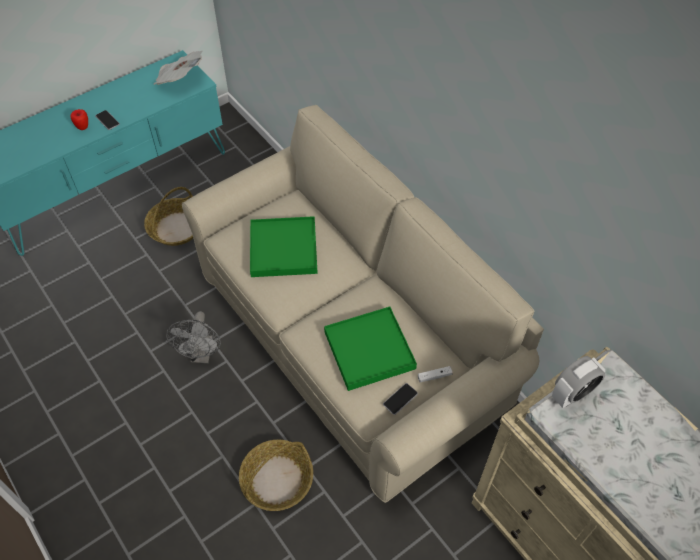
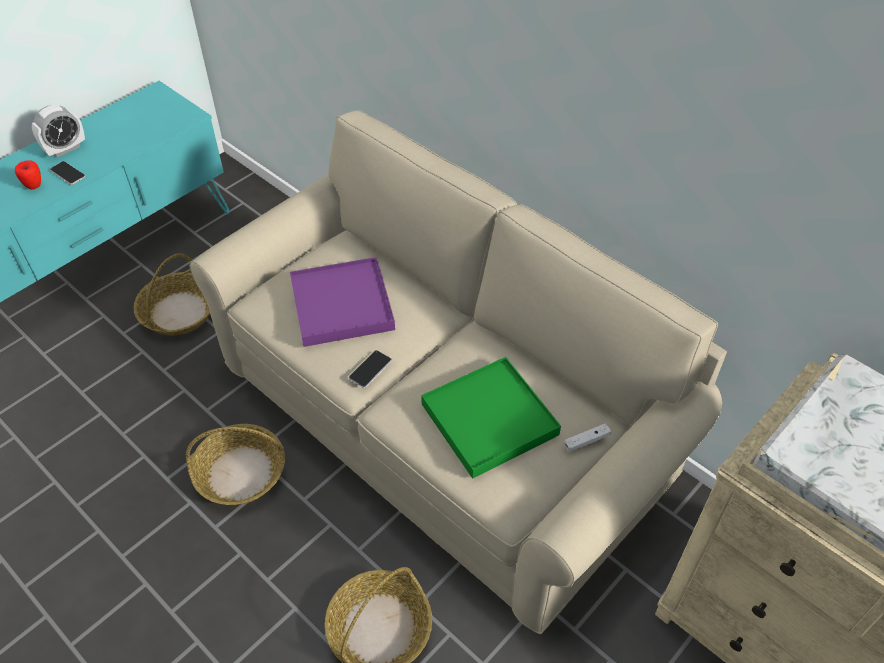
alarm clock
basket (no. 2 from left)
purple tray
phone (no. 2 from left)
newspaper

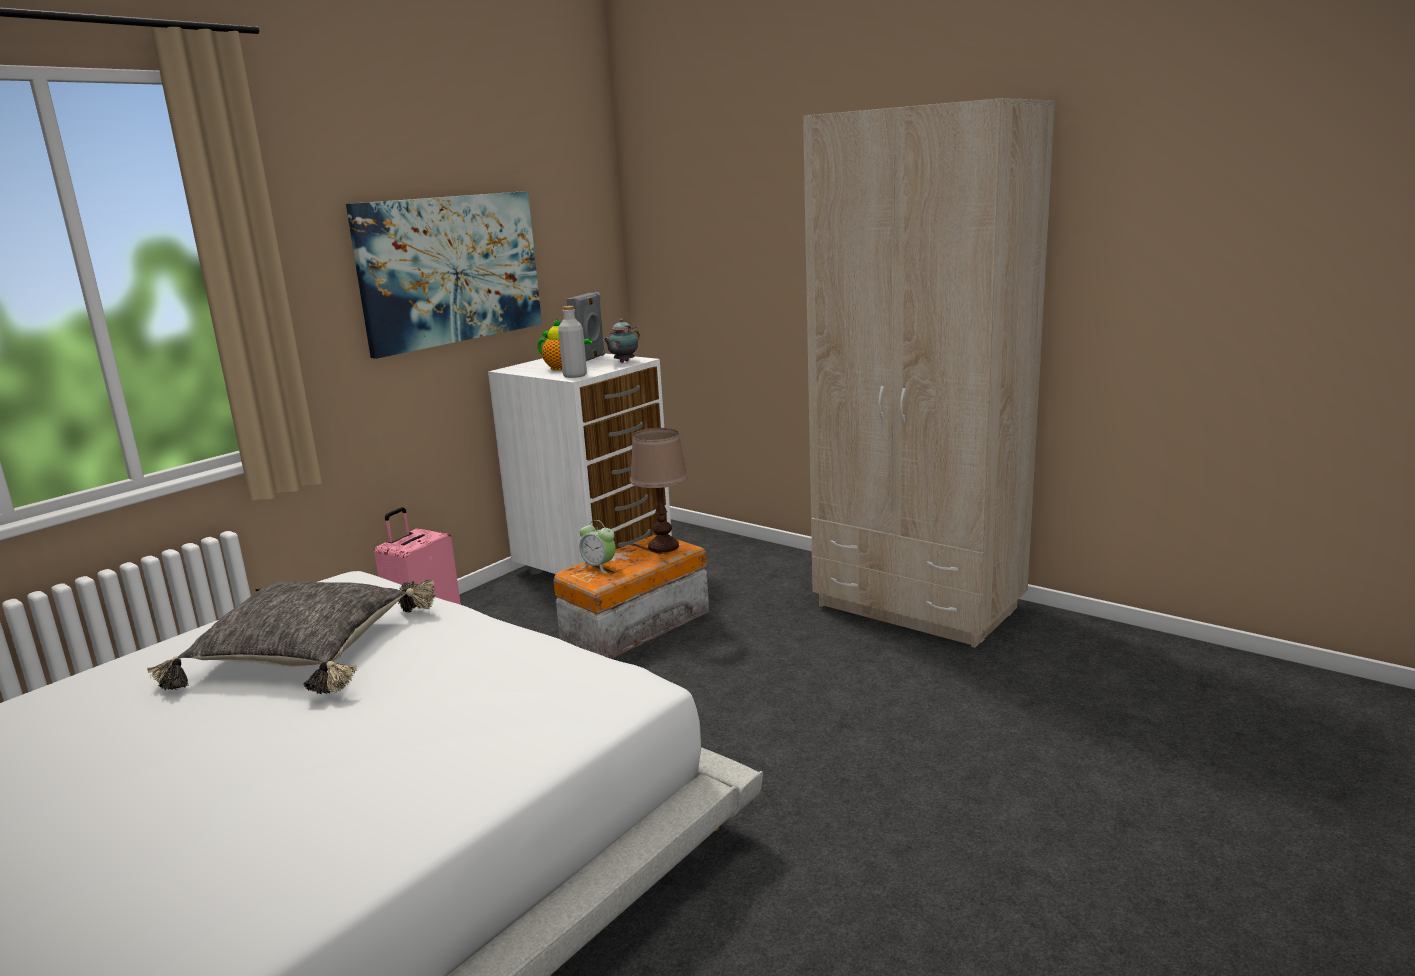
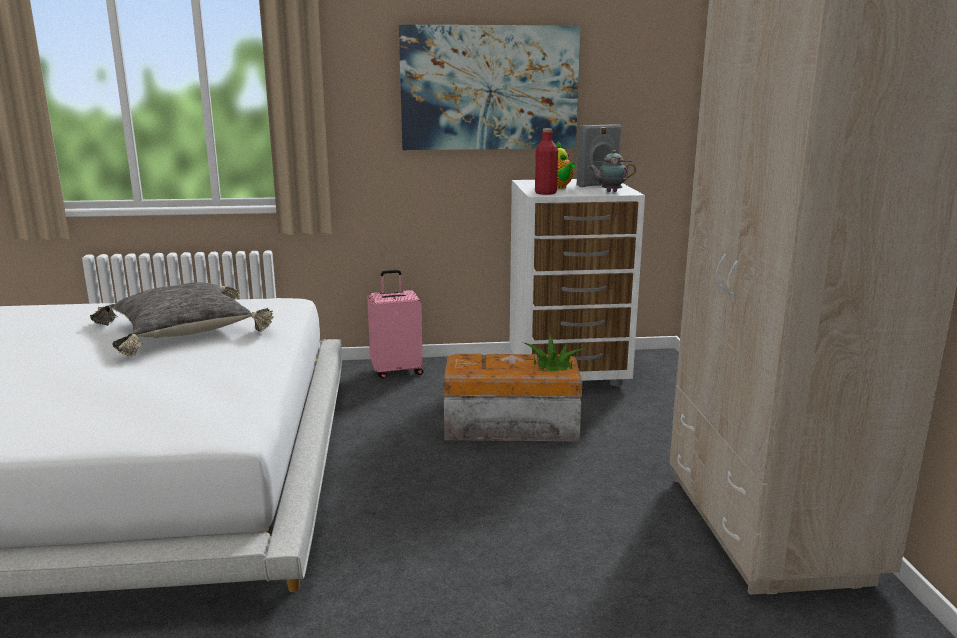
potted plant
red bottle
alarm clock

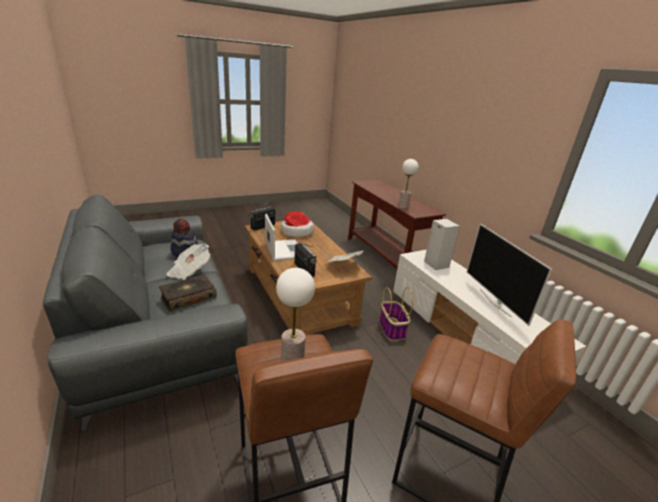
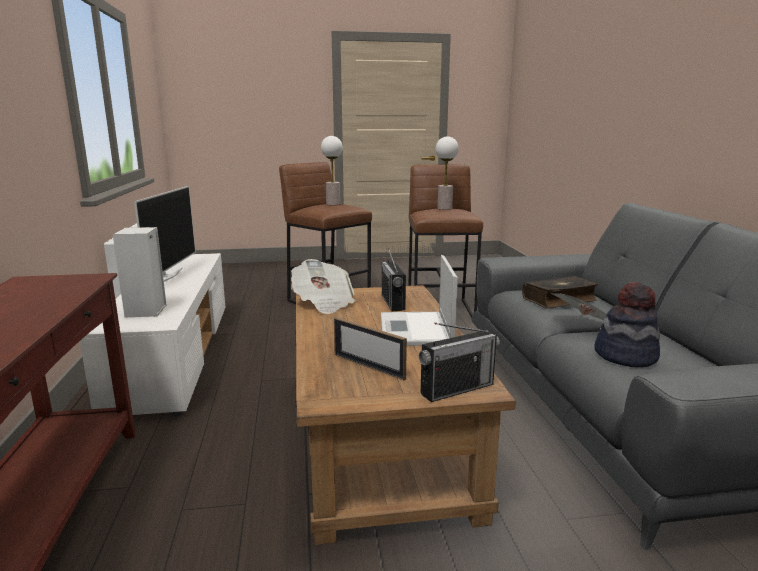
table lamp (no. 1 from left)
picture frame
basket

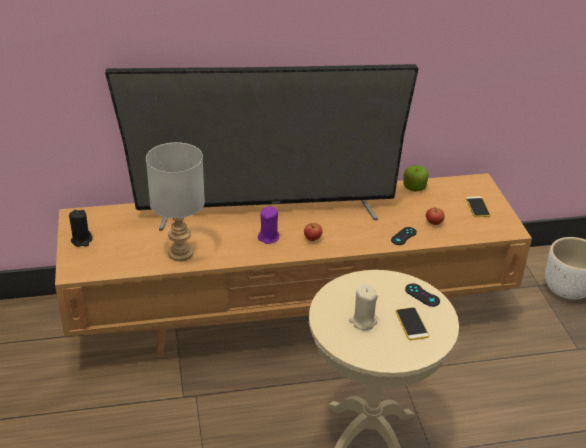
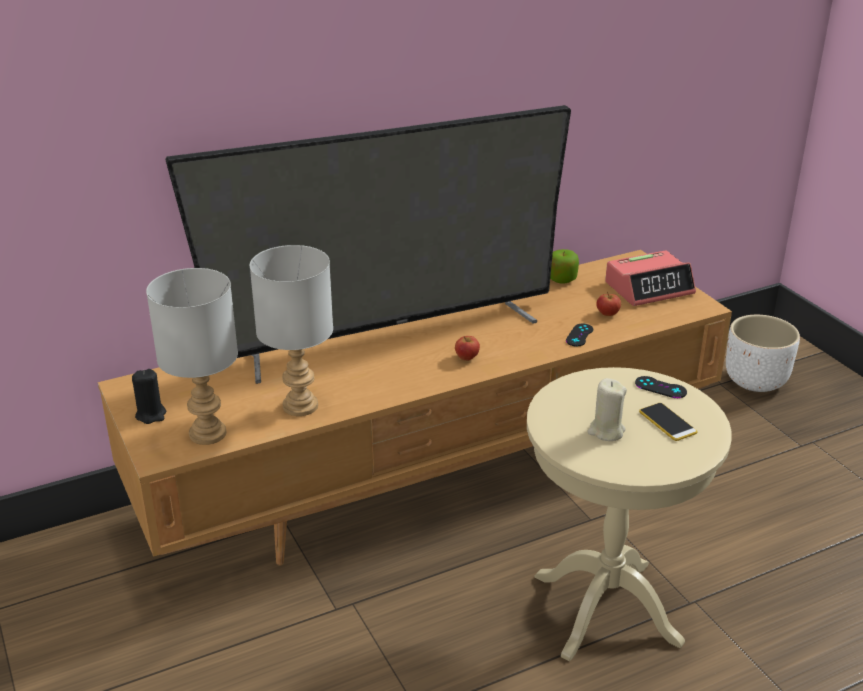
grey table lamp (no. 1 from left)
alarm clock
purple candle

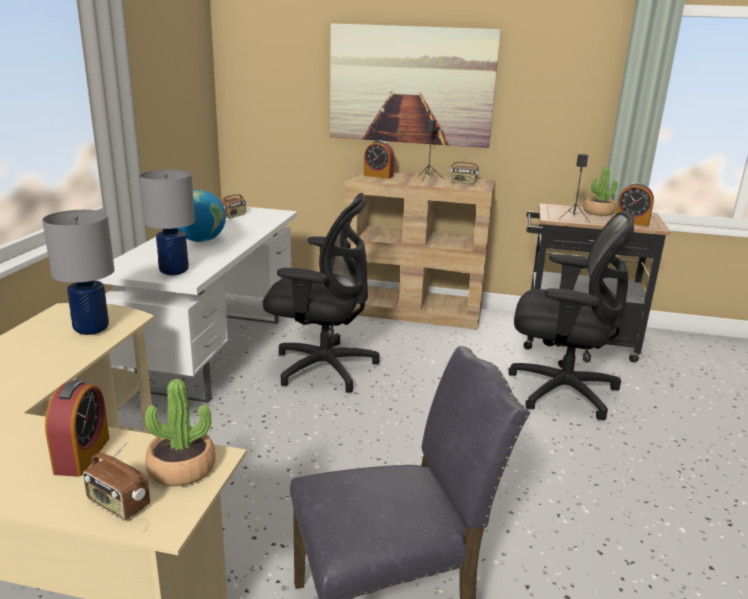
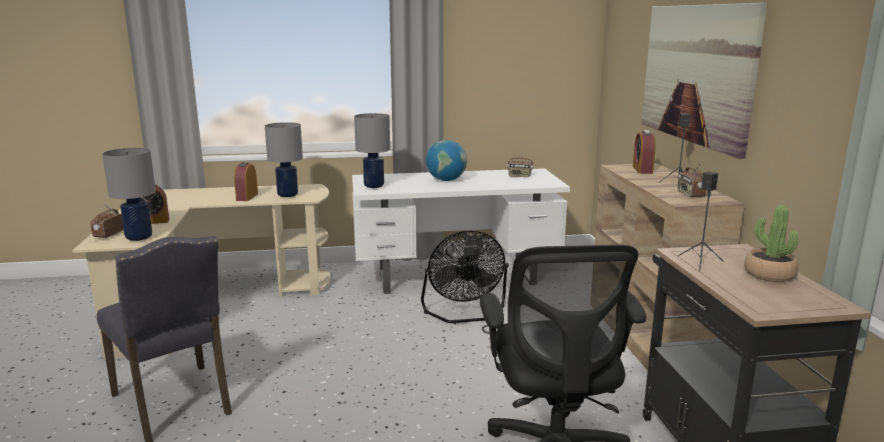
grey table lamp (no. 1 from left)
alarm clock (no. 2 from left)
black fan

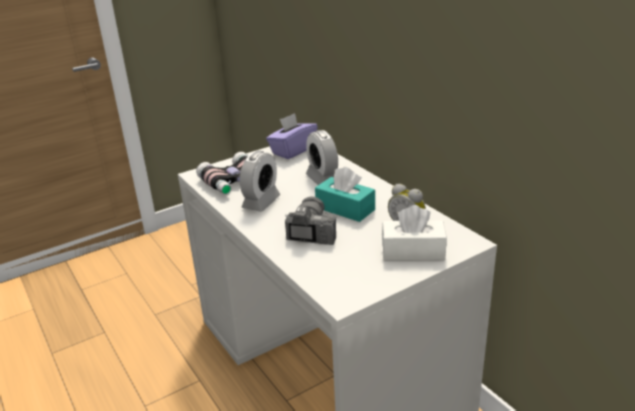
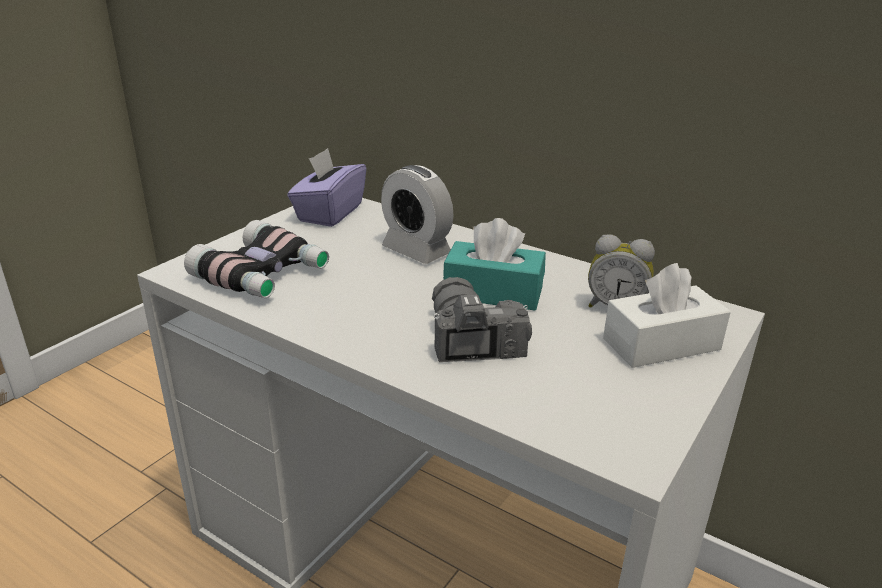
alarm clock (no. 1 from left in the first image)

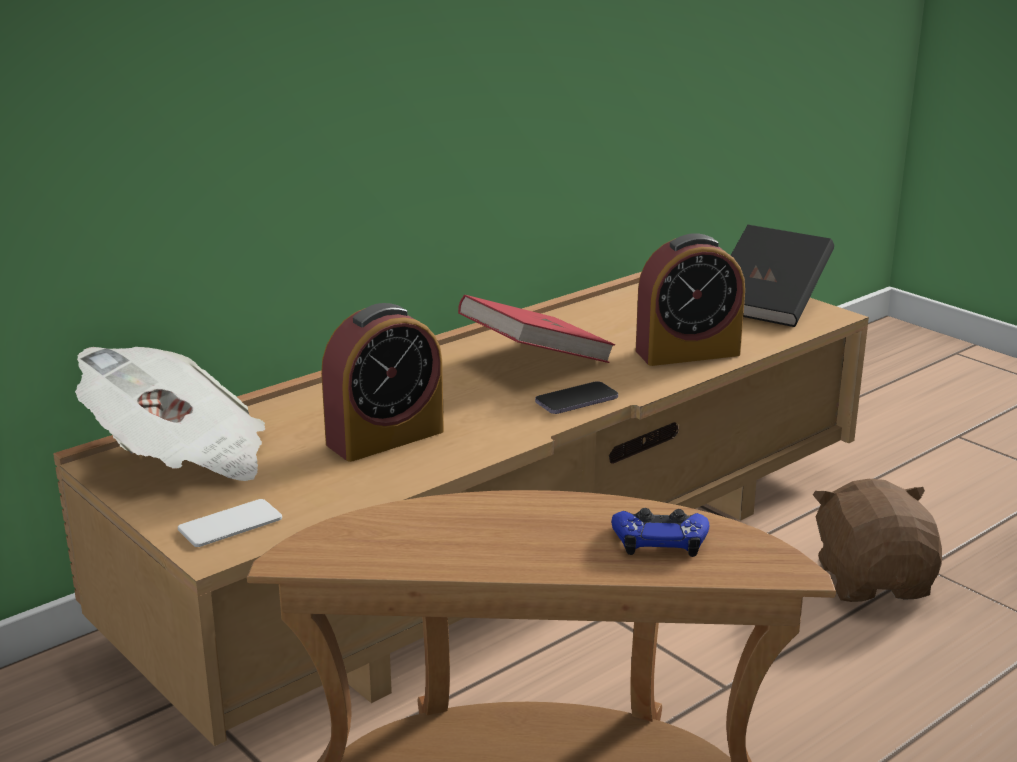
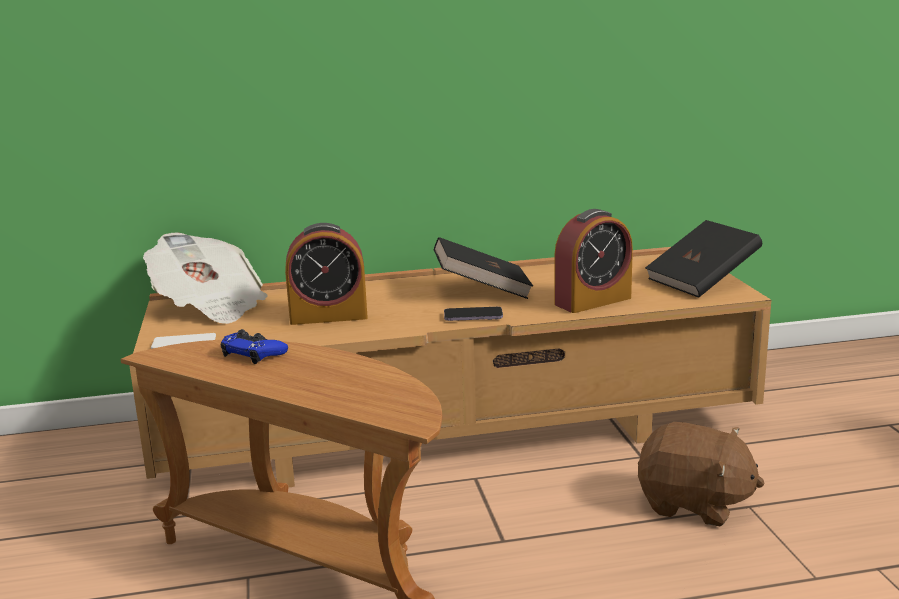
blue game controller
black book (no. 1 from left)
alarm clock (no. 2 from left)
brown plush toy

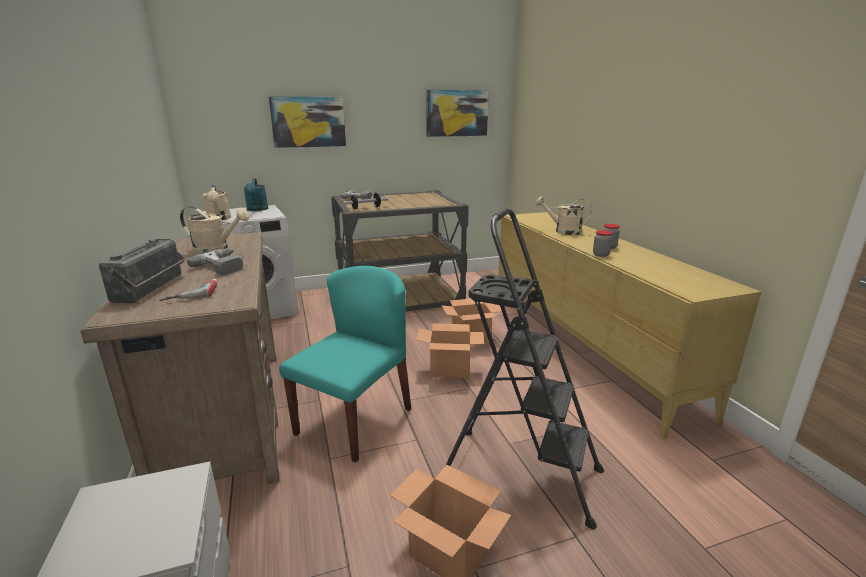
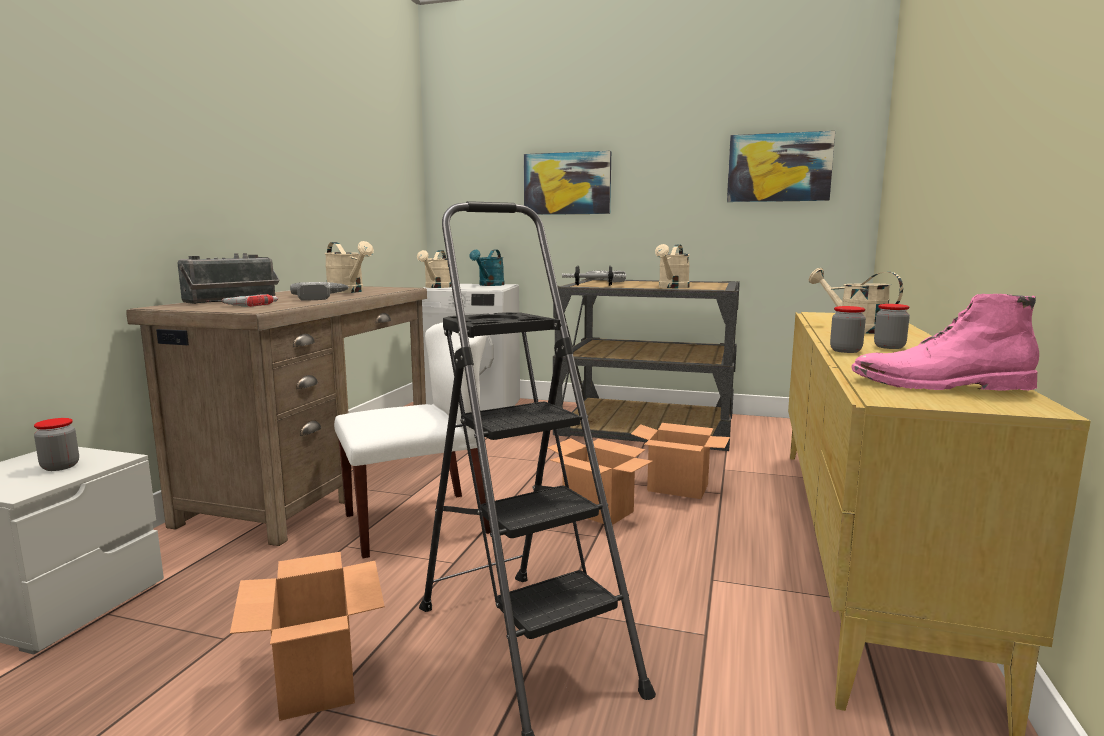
jar (no. 1 from left)
white chair
beige watering can (no. 3 from left)
pink boot

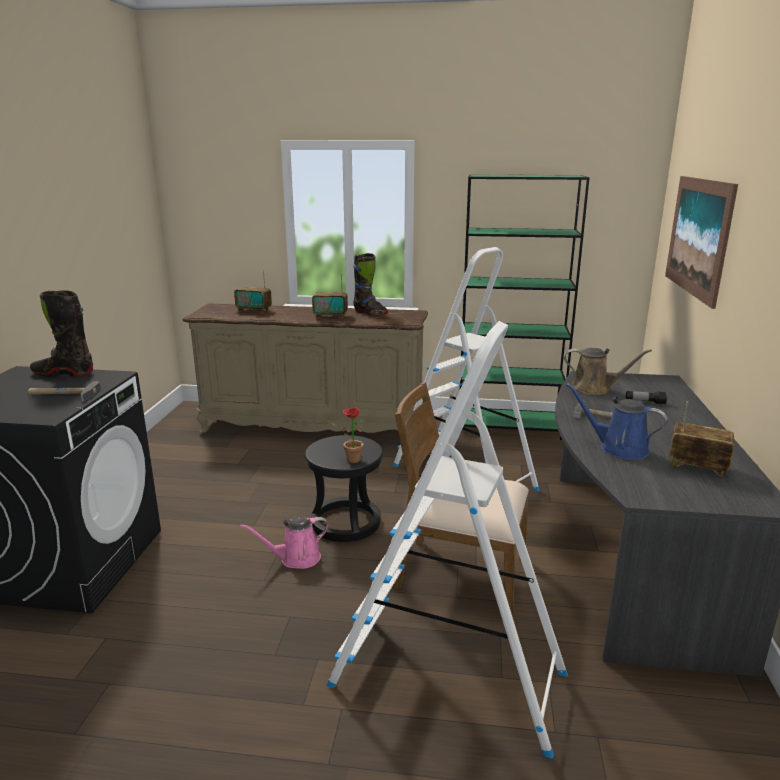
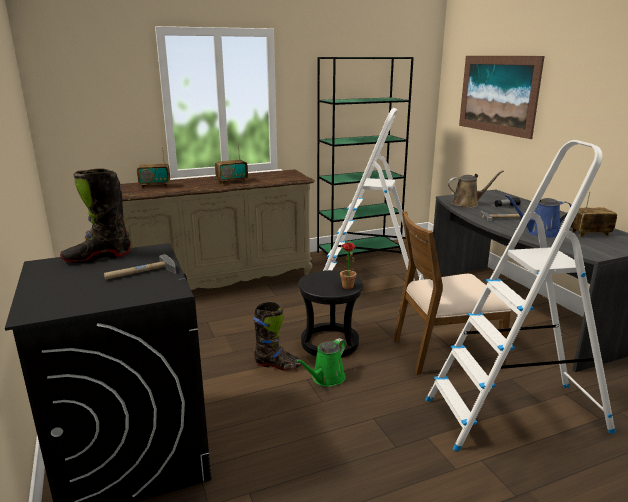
black boot (no. 2 from left)
green watering can

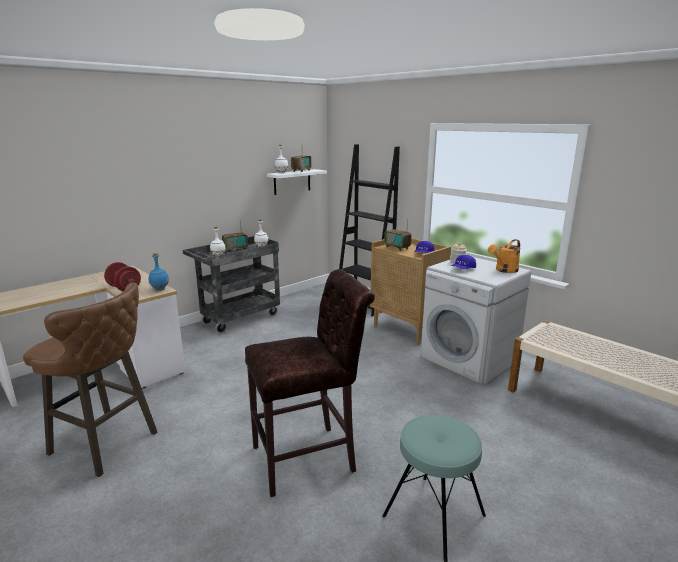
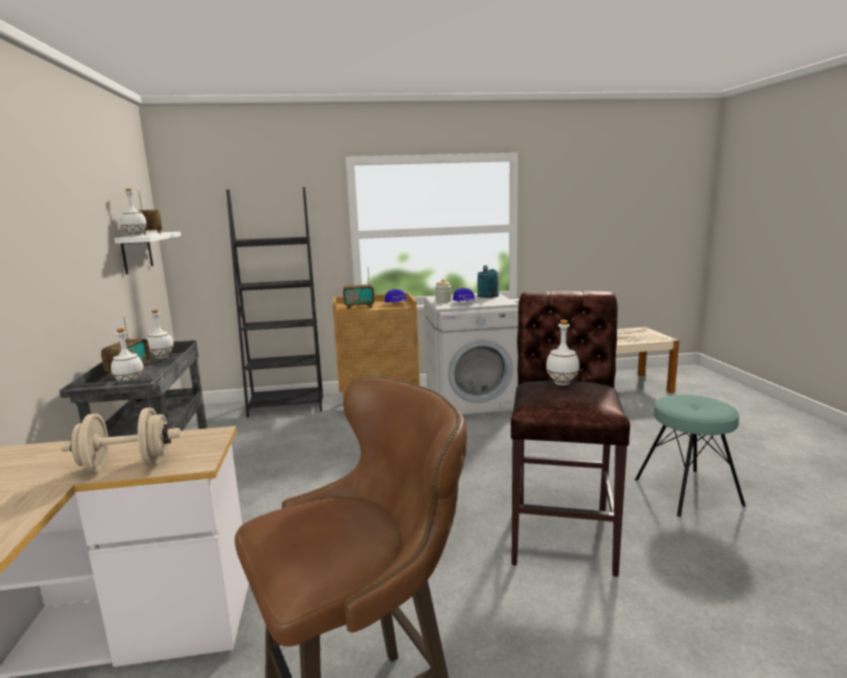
beige dumbbell
turquoise watering can
white bottle (no. 4 from left)
blue bottle

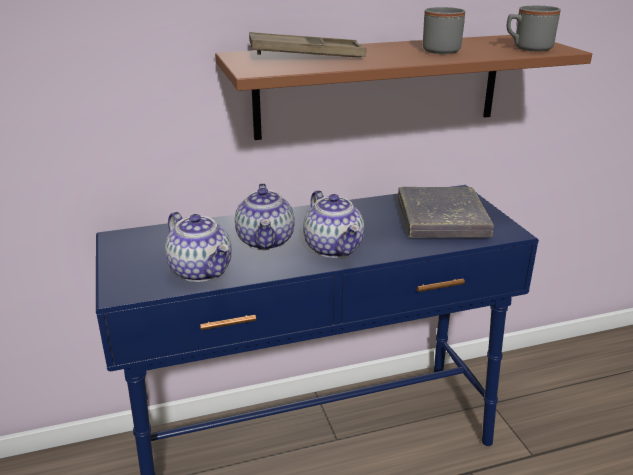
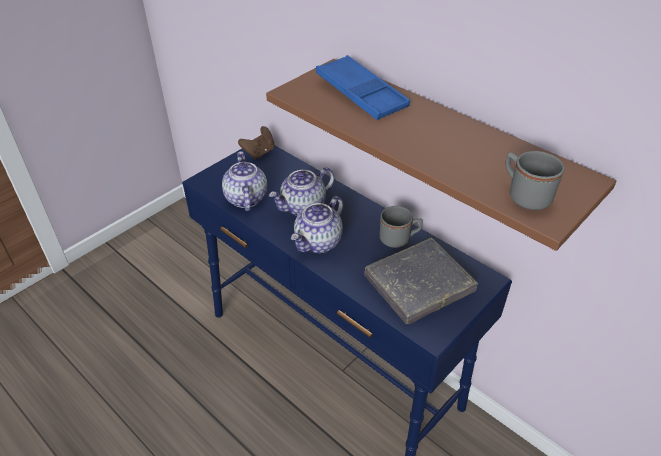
teapot (no. 1 from left)
brown game controller
blue tray
grey mug (no. 1 from left)

